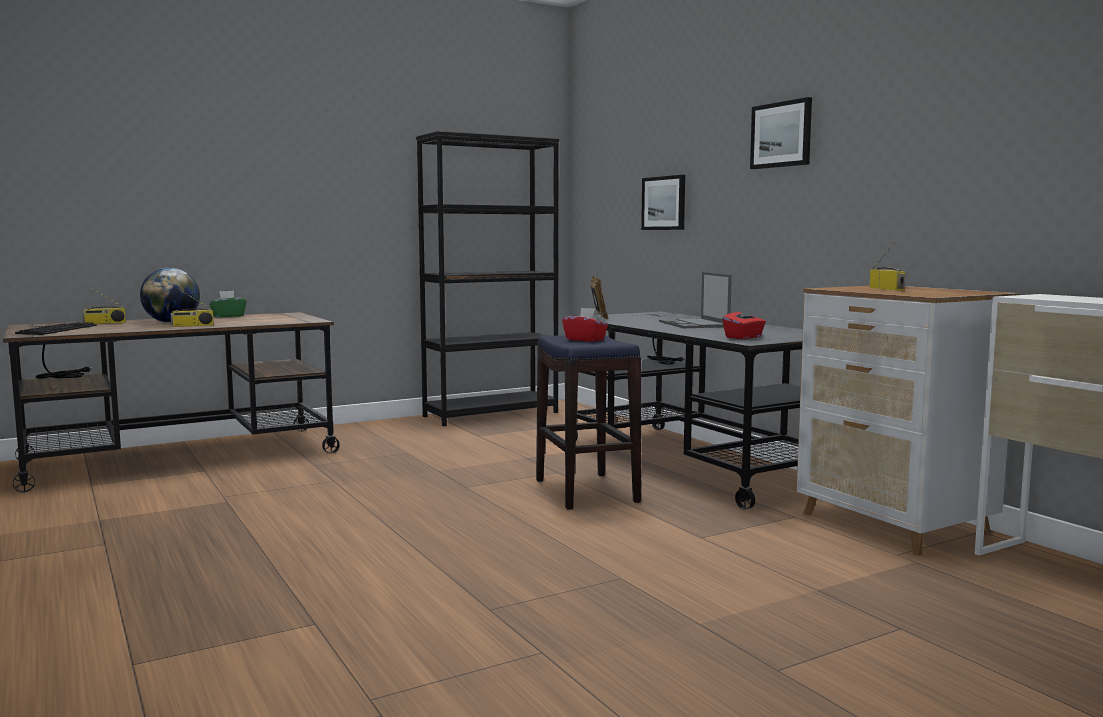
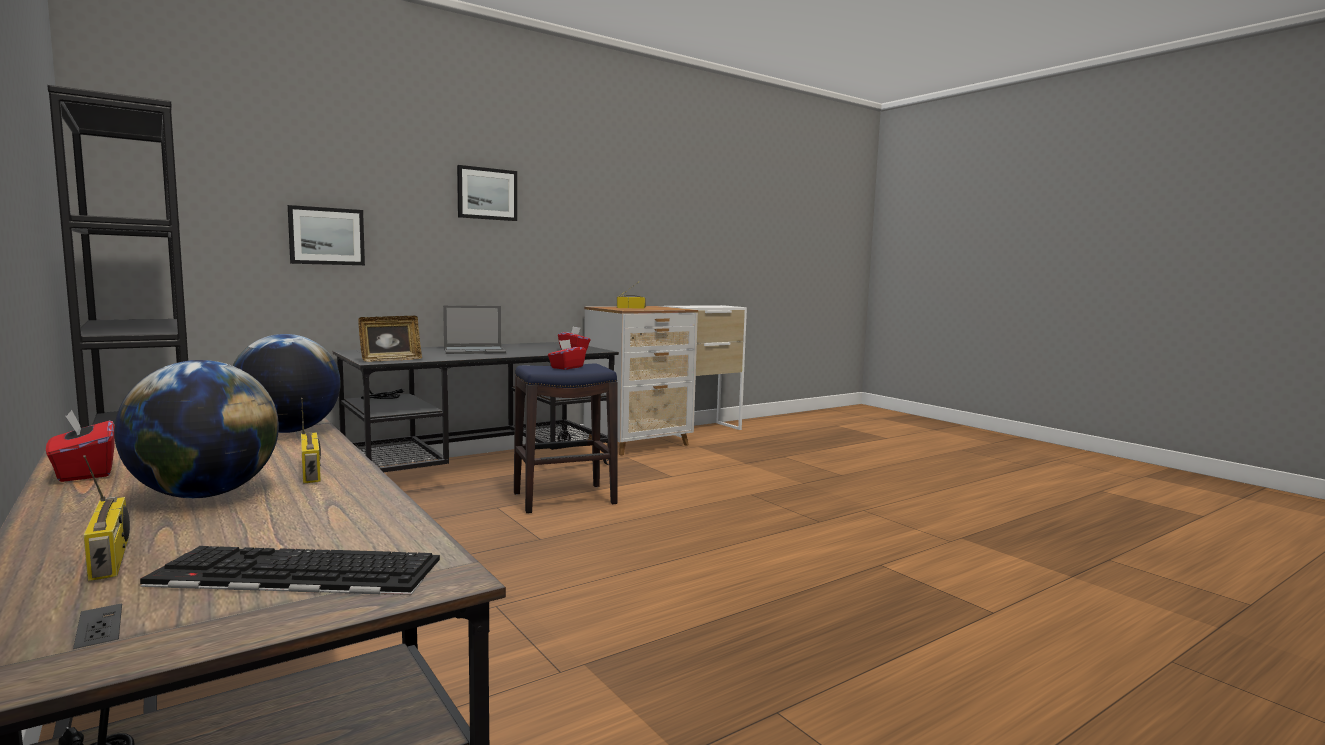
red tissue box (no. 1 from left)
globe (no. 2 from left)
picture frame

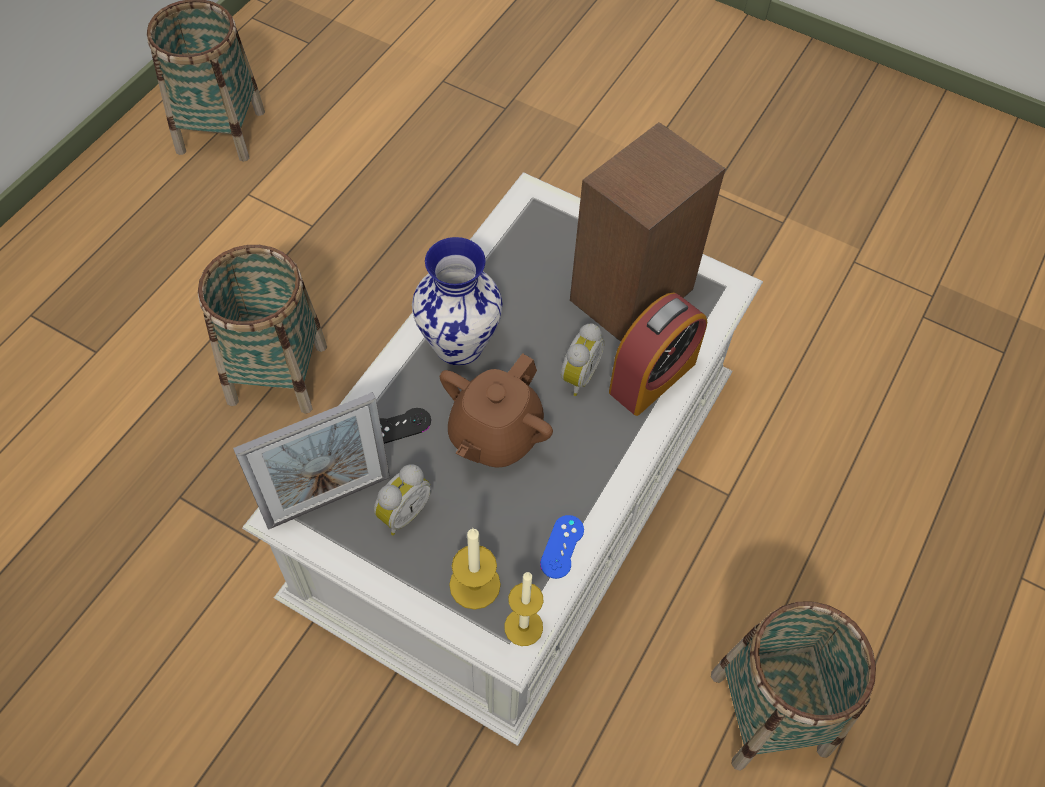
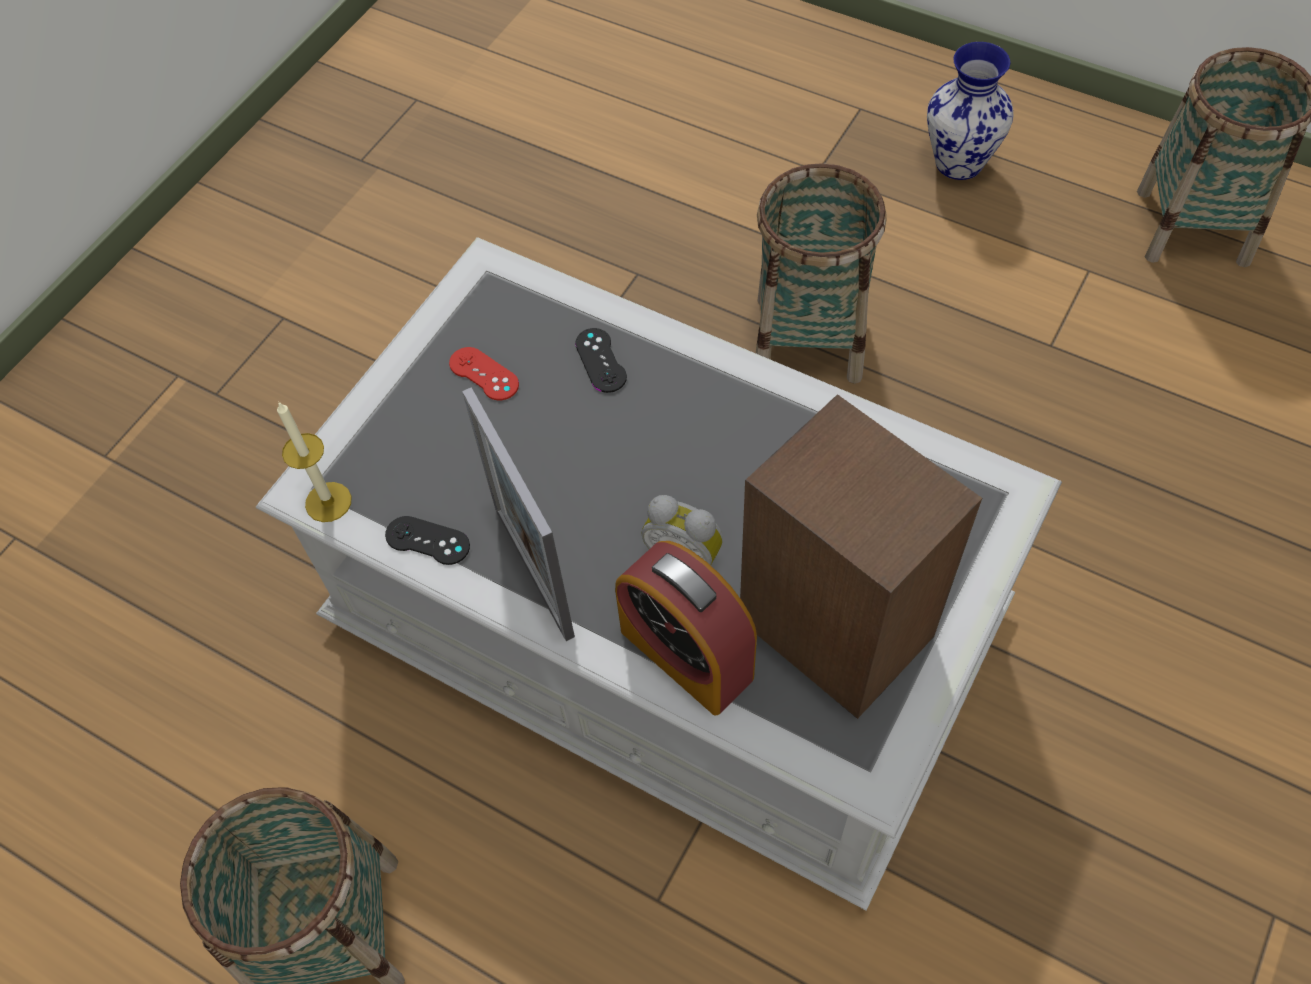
black game controller (no. 1 from left)
red game controller
picture frame
vase
brown teapot
candle (no. 1 from left in the first image)

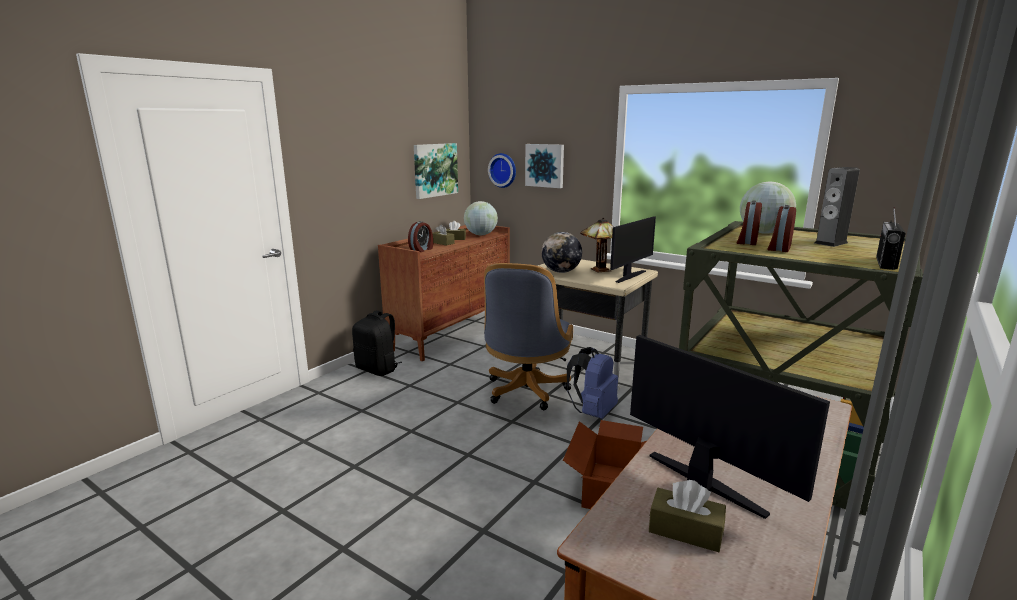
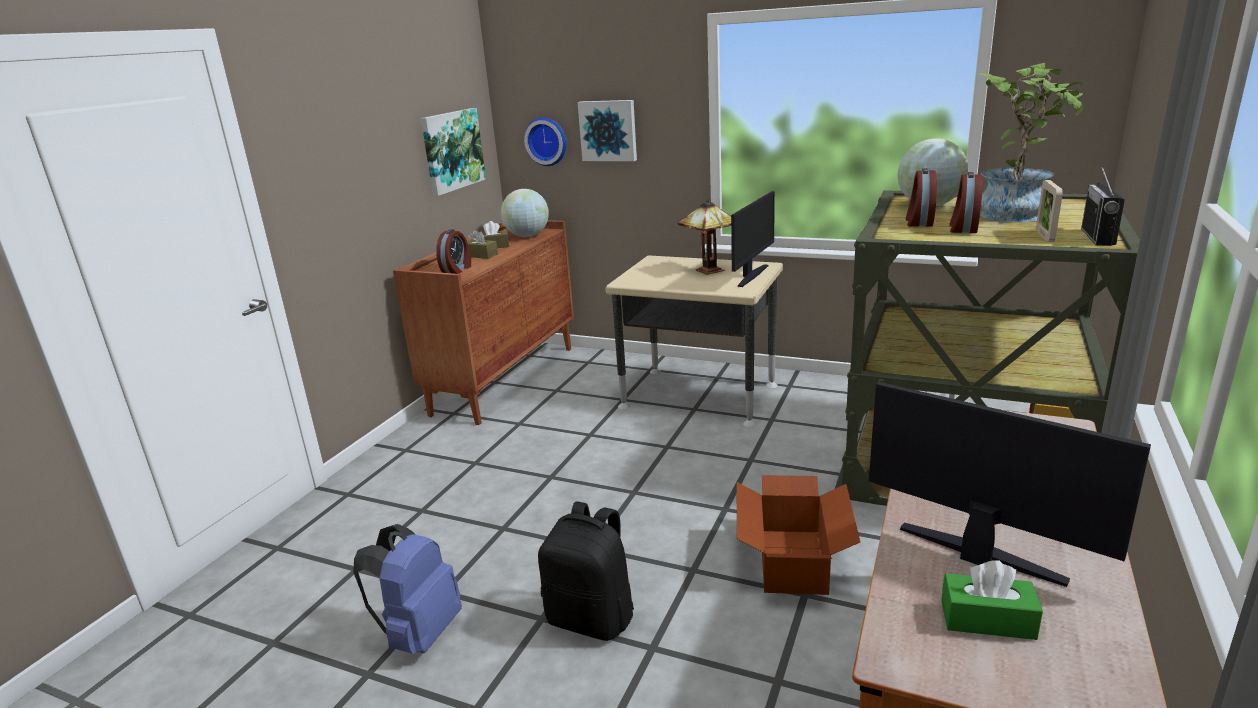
blue backpack
black backpack
green tissue box
potted plant
picture frame
blue office chair
globe (no. 2 from left in the first image)

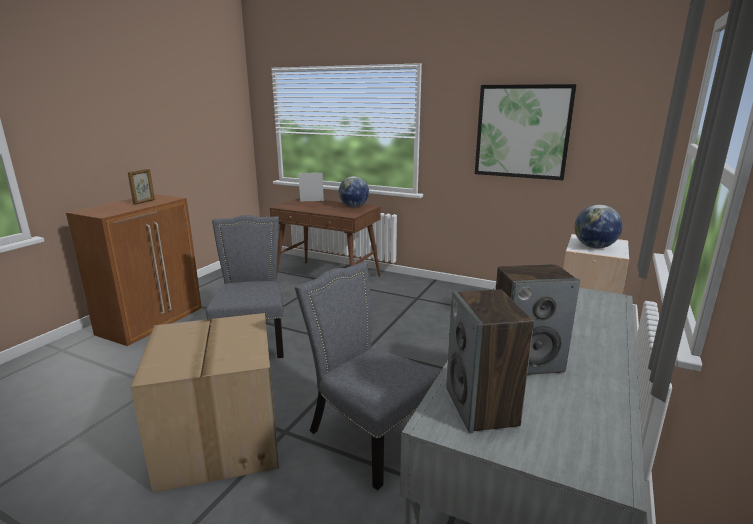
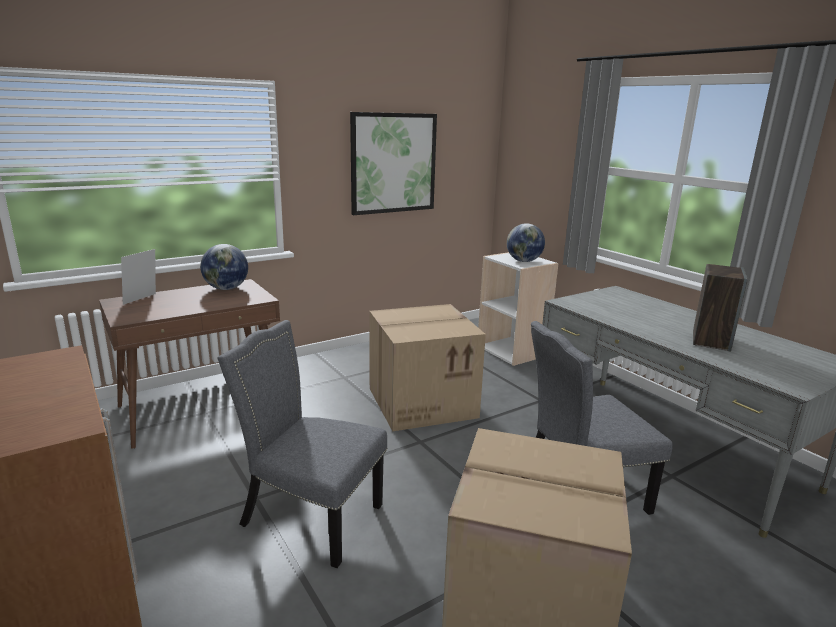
cardboard box (no. 1 from left)
picture frame (no. 1 from left in the first image)
speaker (no. 1 from left in the first image)

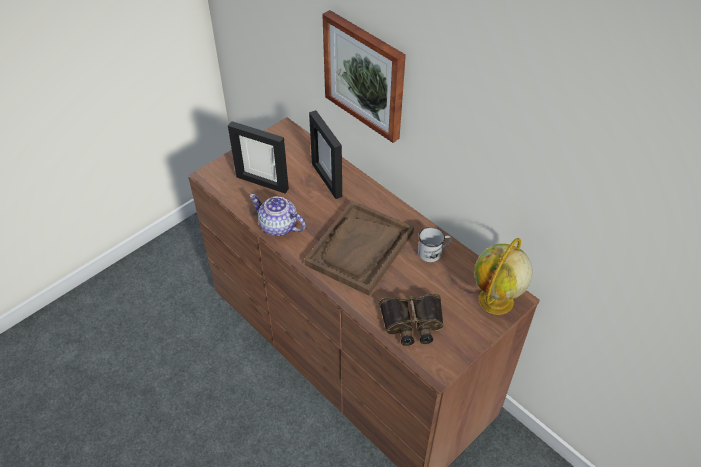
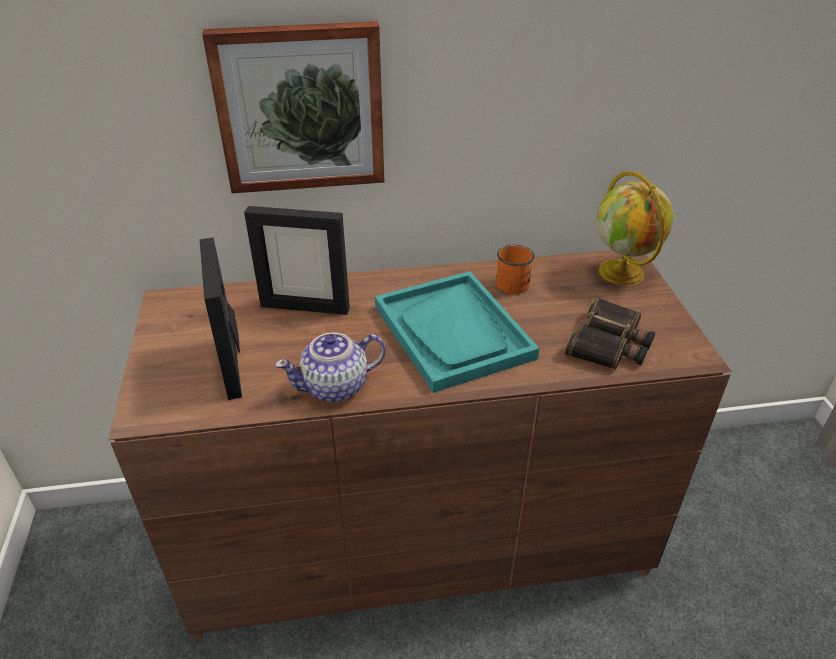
picture frame (no. 1 from left)
turquoise tray
orange mug

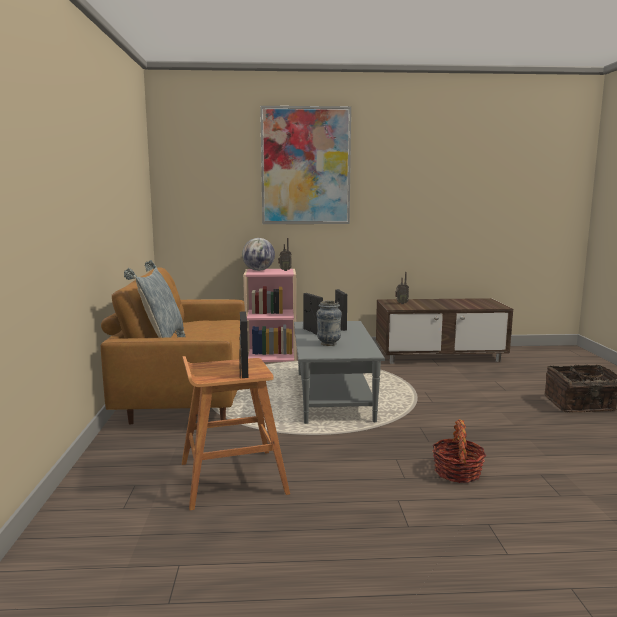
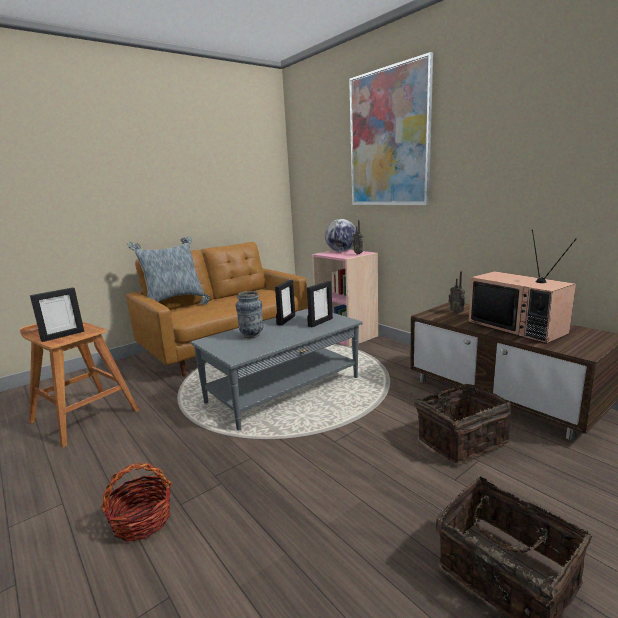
basket (no. 2 from left)
television

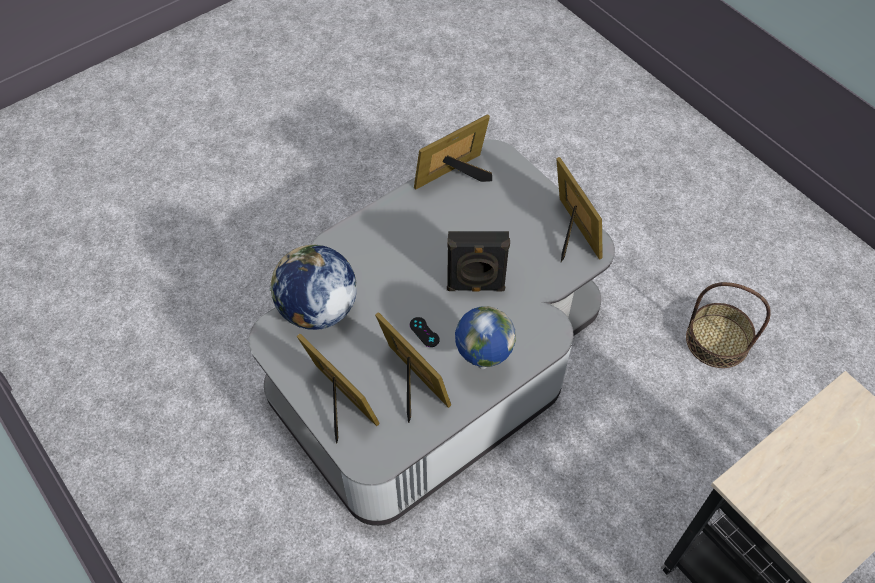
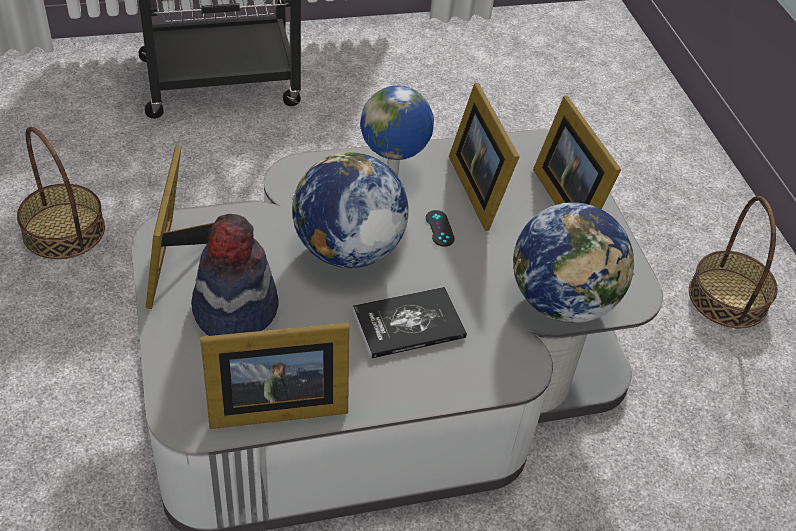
hat
globe (no. 1 from left)
book
basket (no. 2 from left)

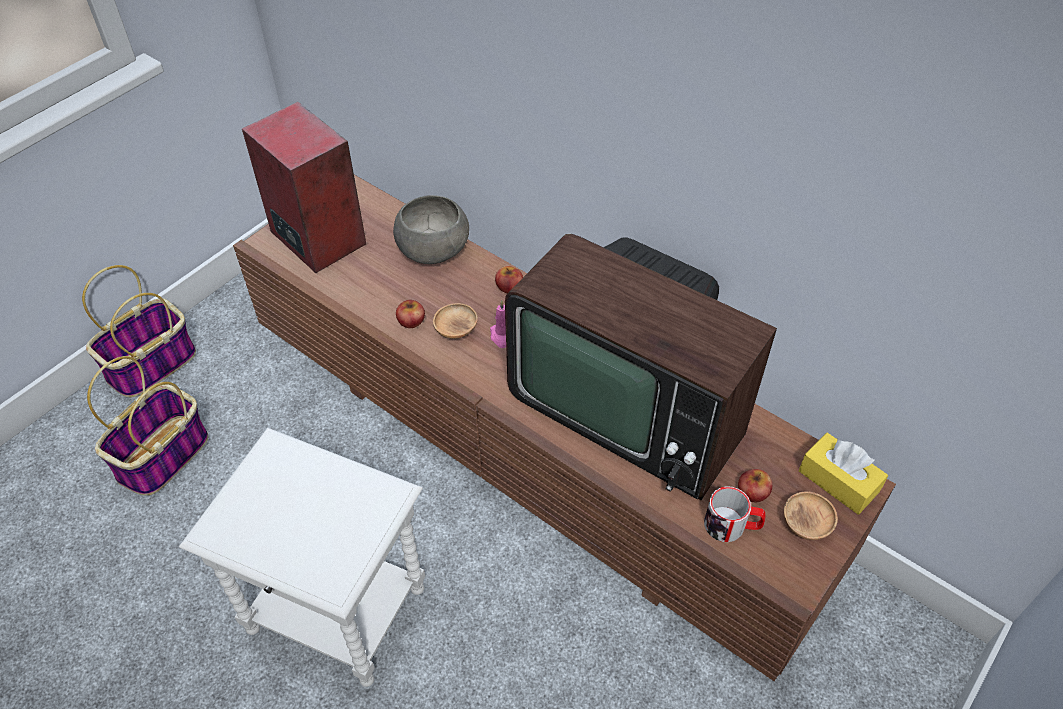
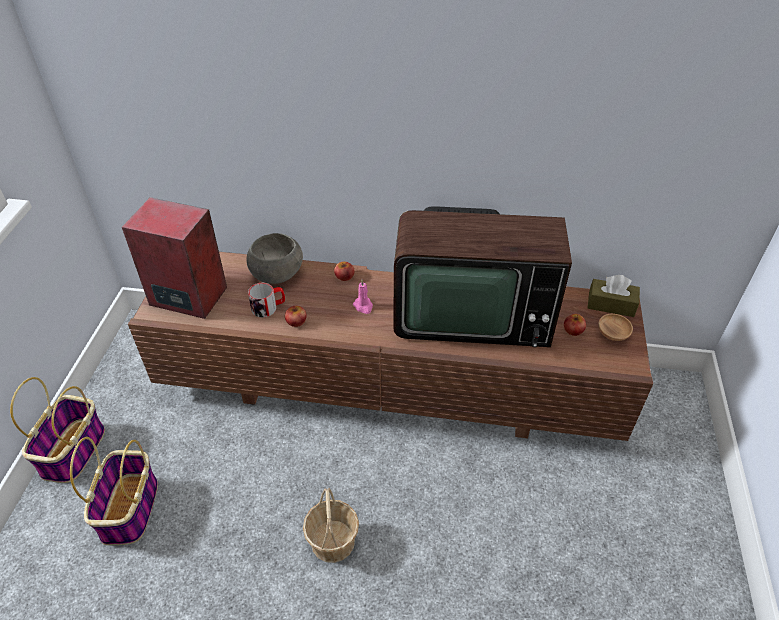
mug
basket (no. 3 from left)
brown tissue box
brown bowl (no. 1 from left in the first image)

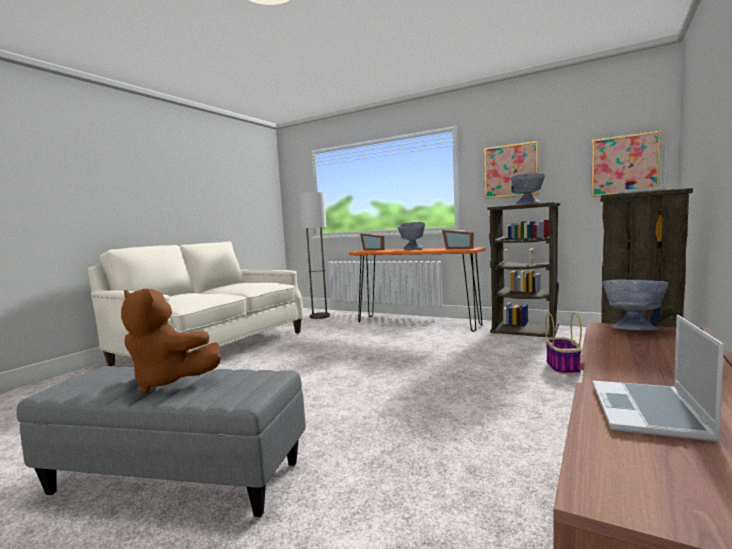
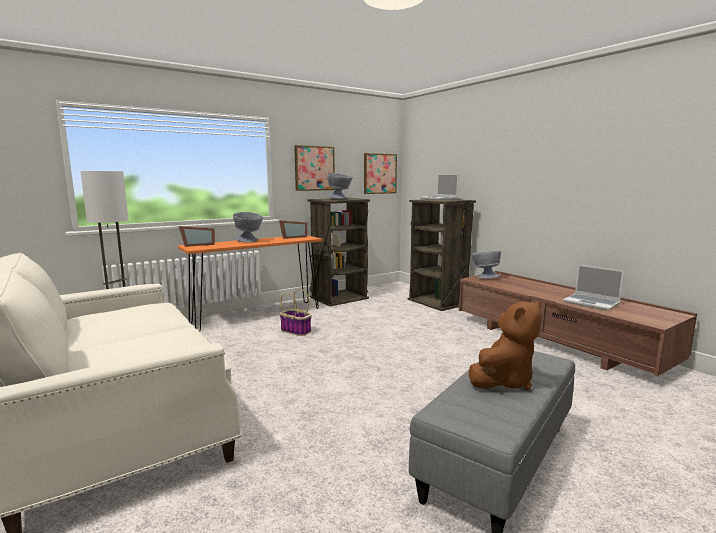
basket

